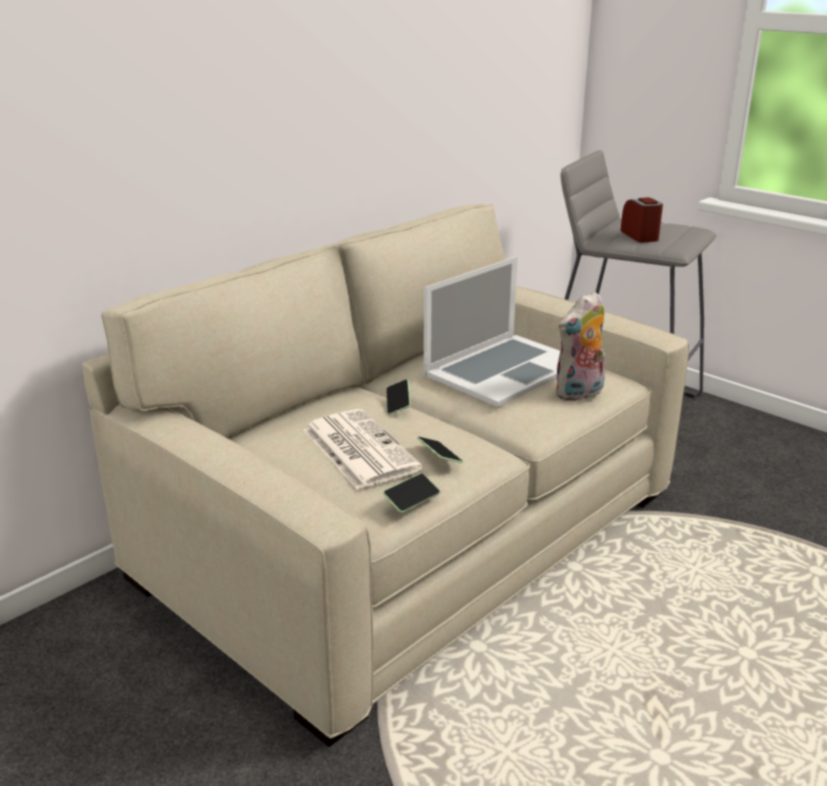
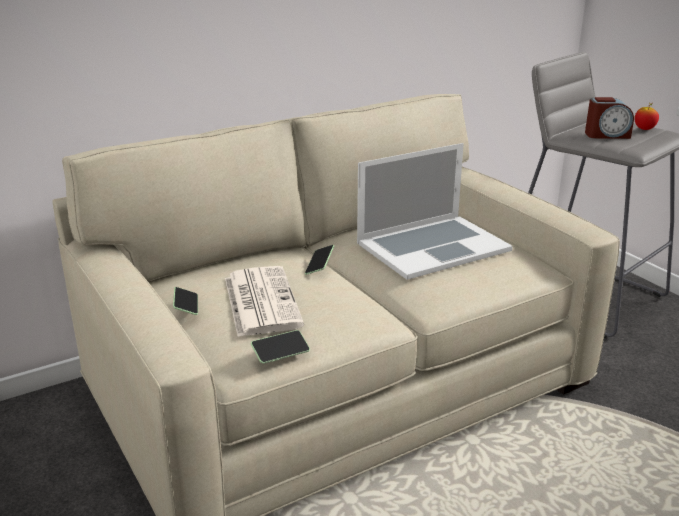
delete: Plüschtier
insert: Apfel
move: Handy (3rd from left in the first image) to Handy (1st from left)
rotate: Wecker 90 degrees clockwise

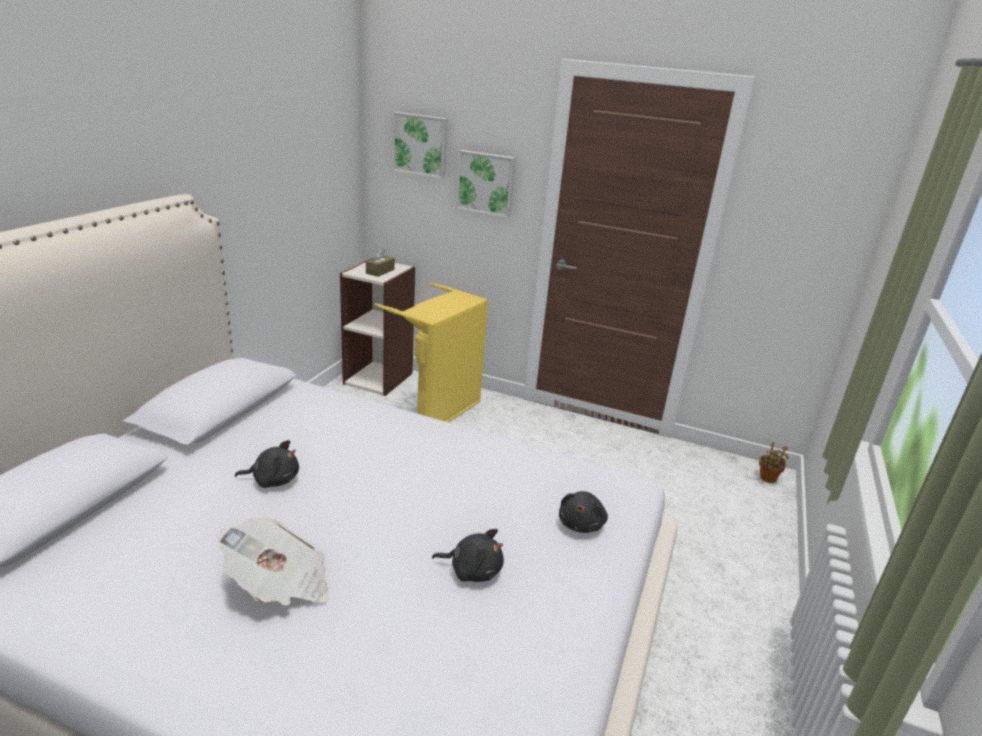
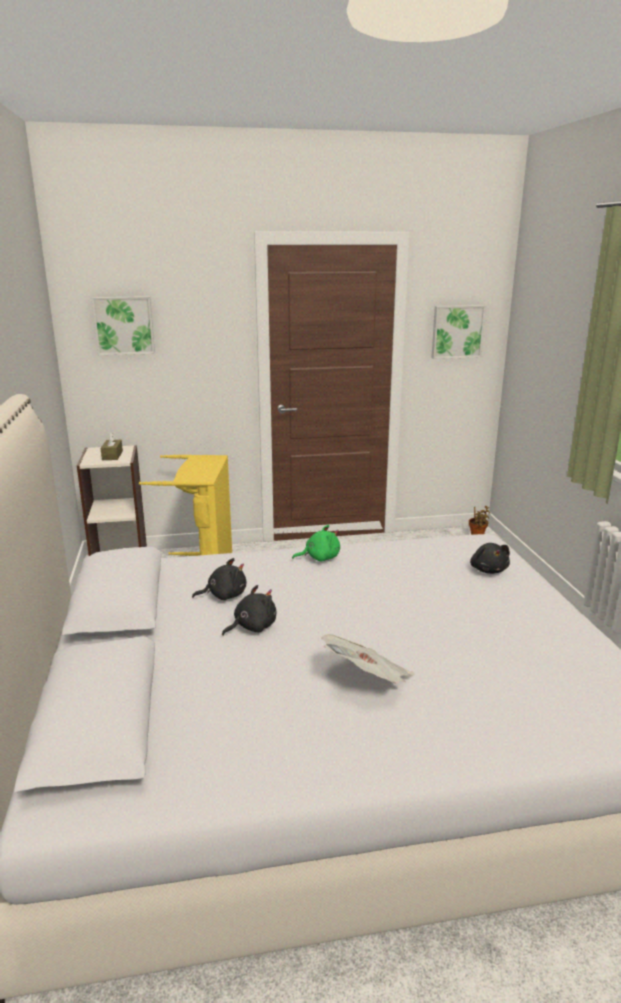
insert: Plüschtier (grün)
move: Plüschtier (schwarz) (2nd from left in the first image) to Plüschtier (schwarz) (1st from left); Bild (2nd from left)

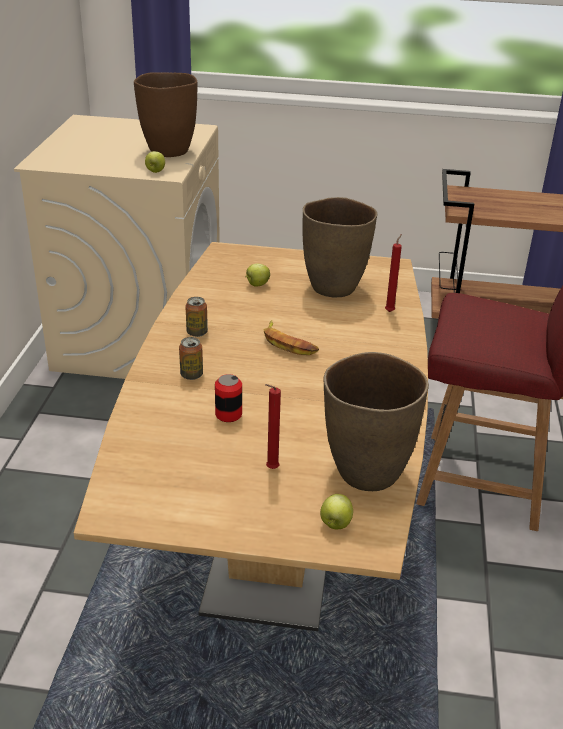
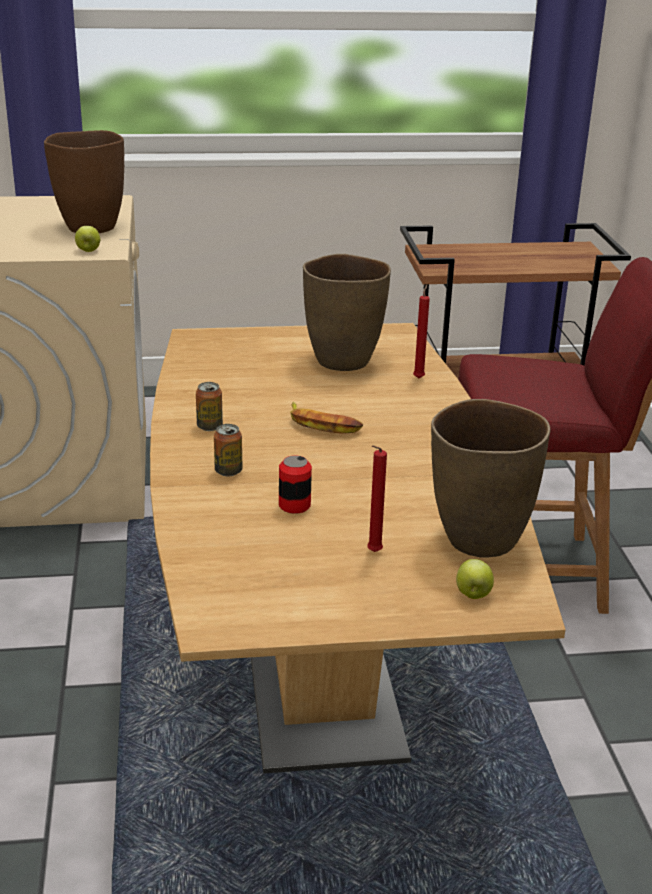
delete: Apfel (2nd from left)

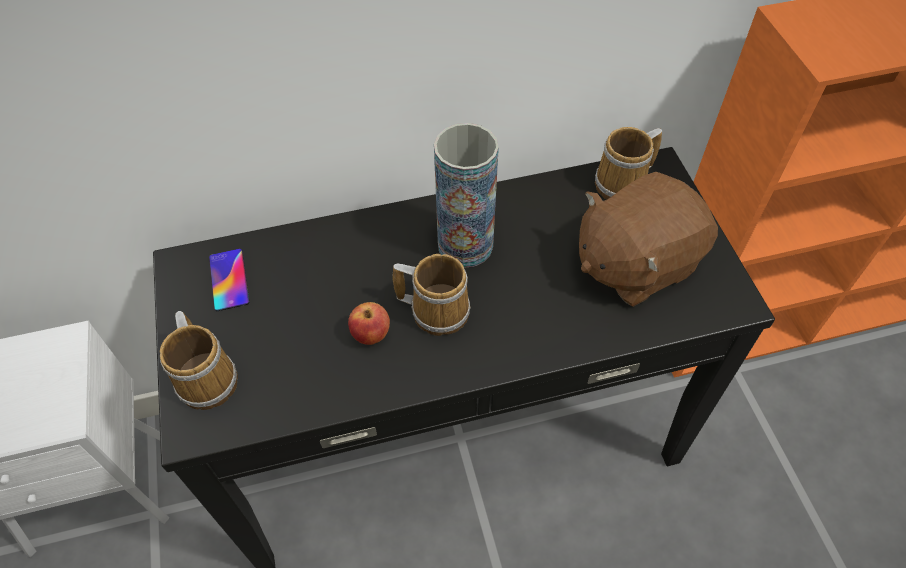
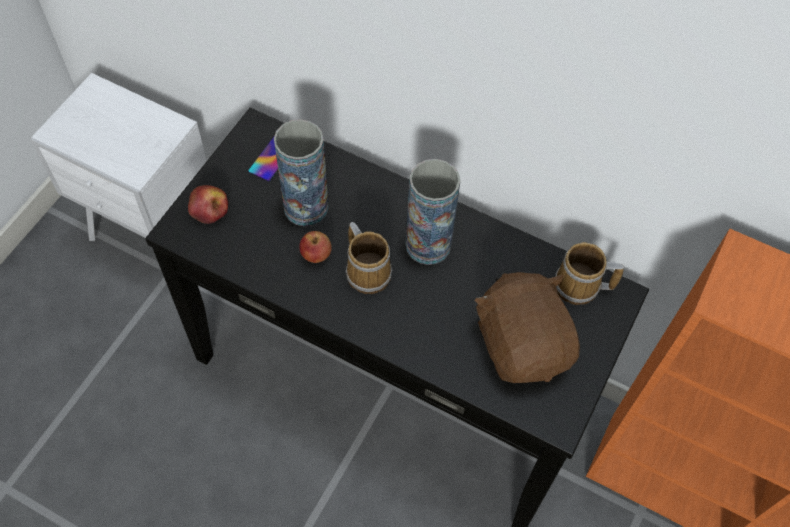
insert: Vase (1st from left)
replace: Henkelbecher (1st from left) to Apfel (1st from left)
rotate: Plüschtier (braun) 60 degrees clockwise

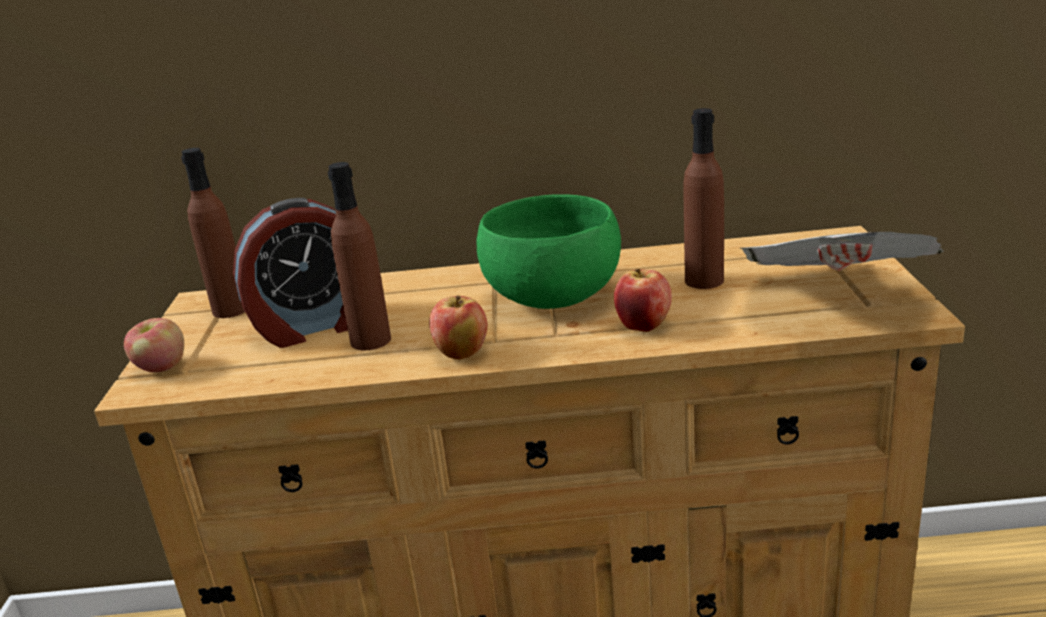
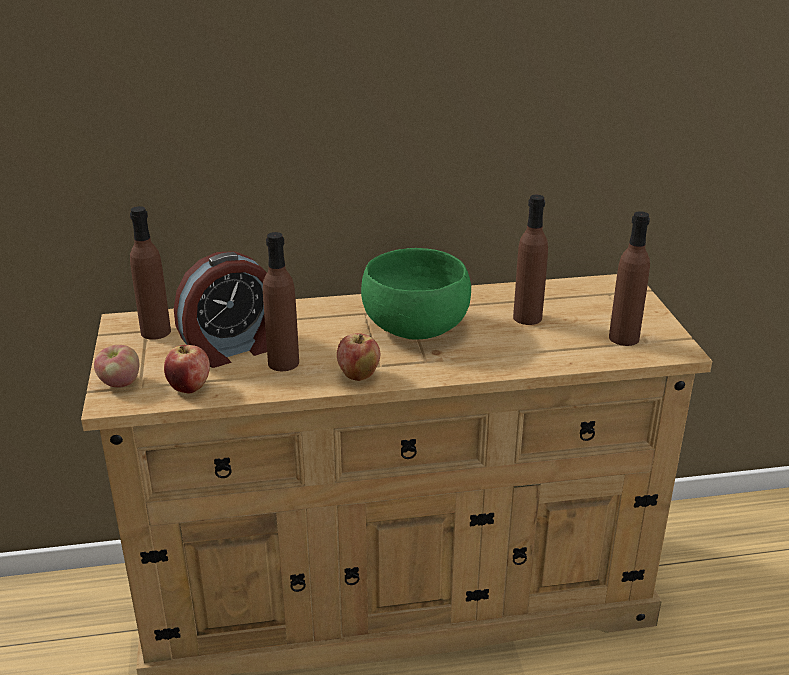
move: Apfel (3rd from left in the first image) to Apfel (2nd from left)
replace: Zeitung to Flasche (braun) (4th from left)

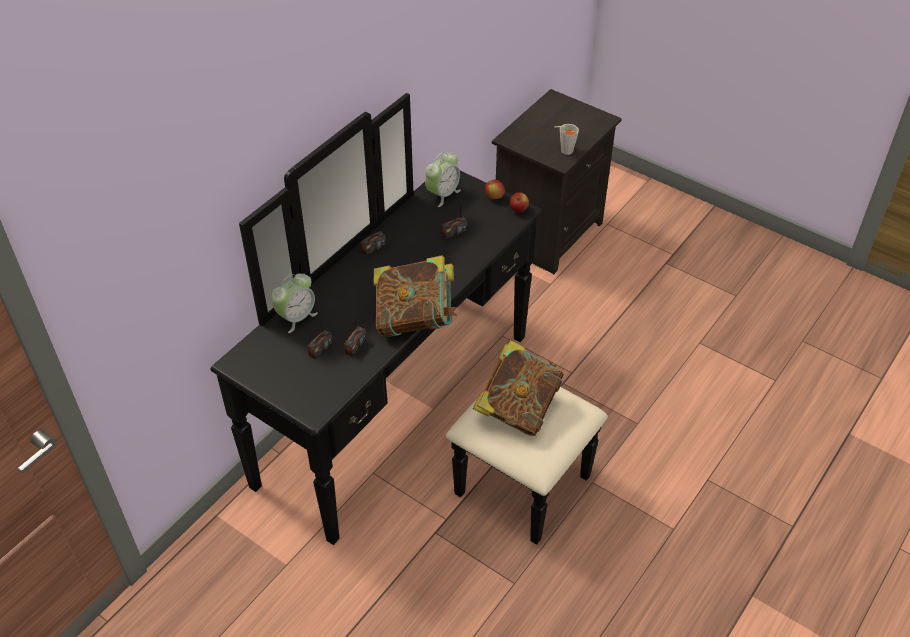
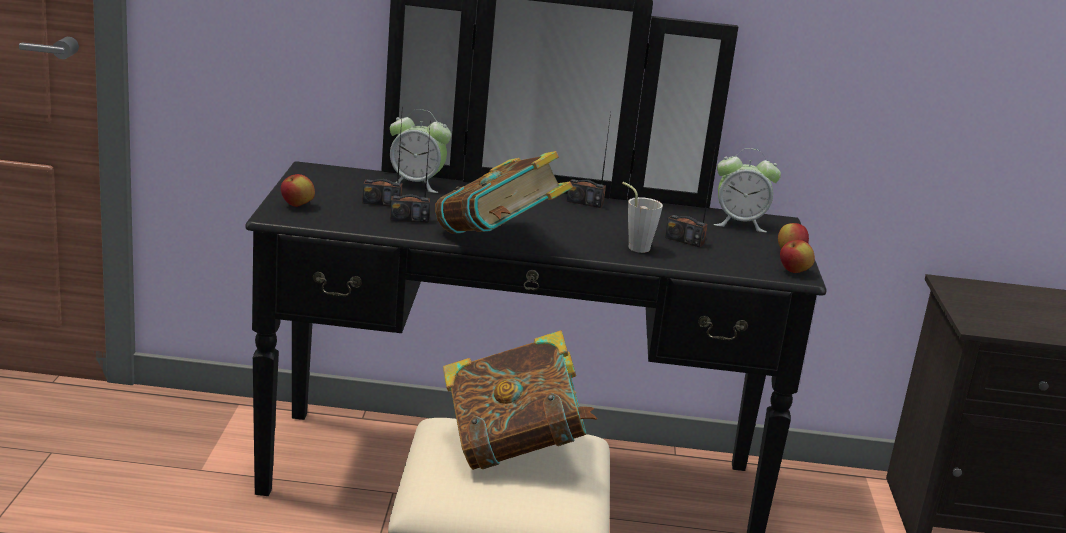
insert: Apfel (1st from left)
move: Tasse (grau)

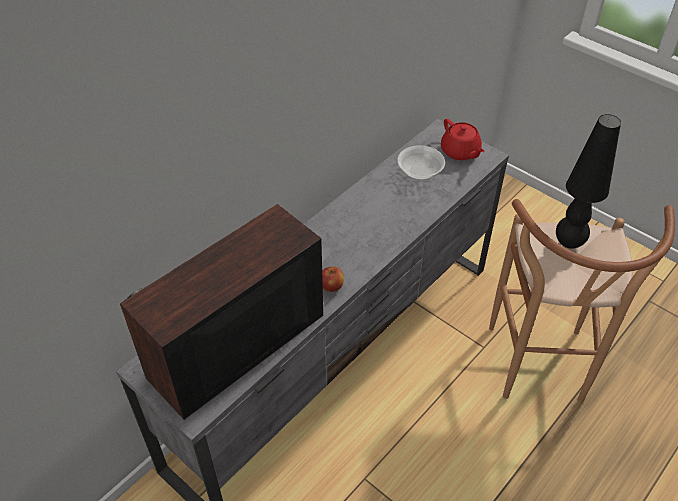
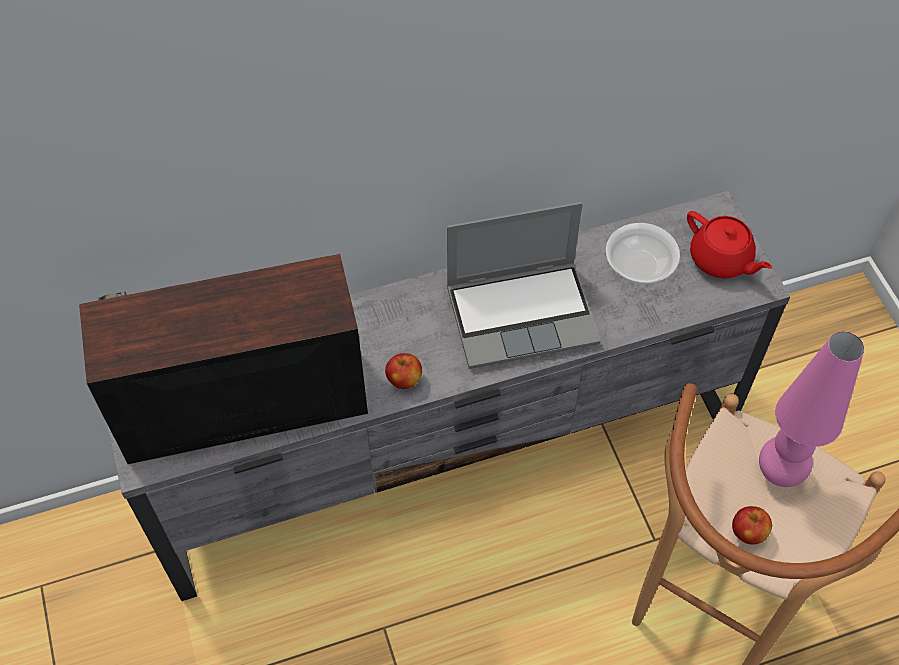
insert: Laptop; Apfel (2nd from left)
recolor: Tischlampe (schwarz) to Tischlampe (rosa)
rotate: Teekanne (rot) 45 degrees counterclockwise

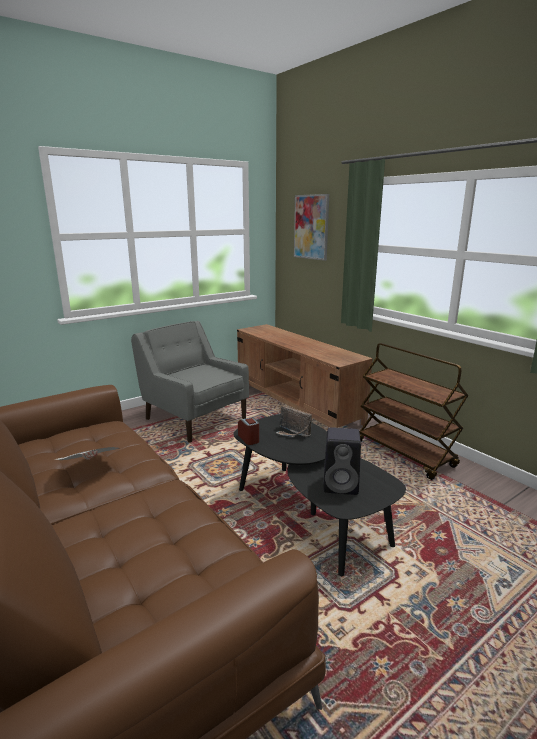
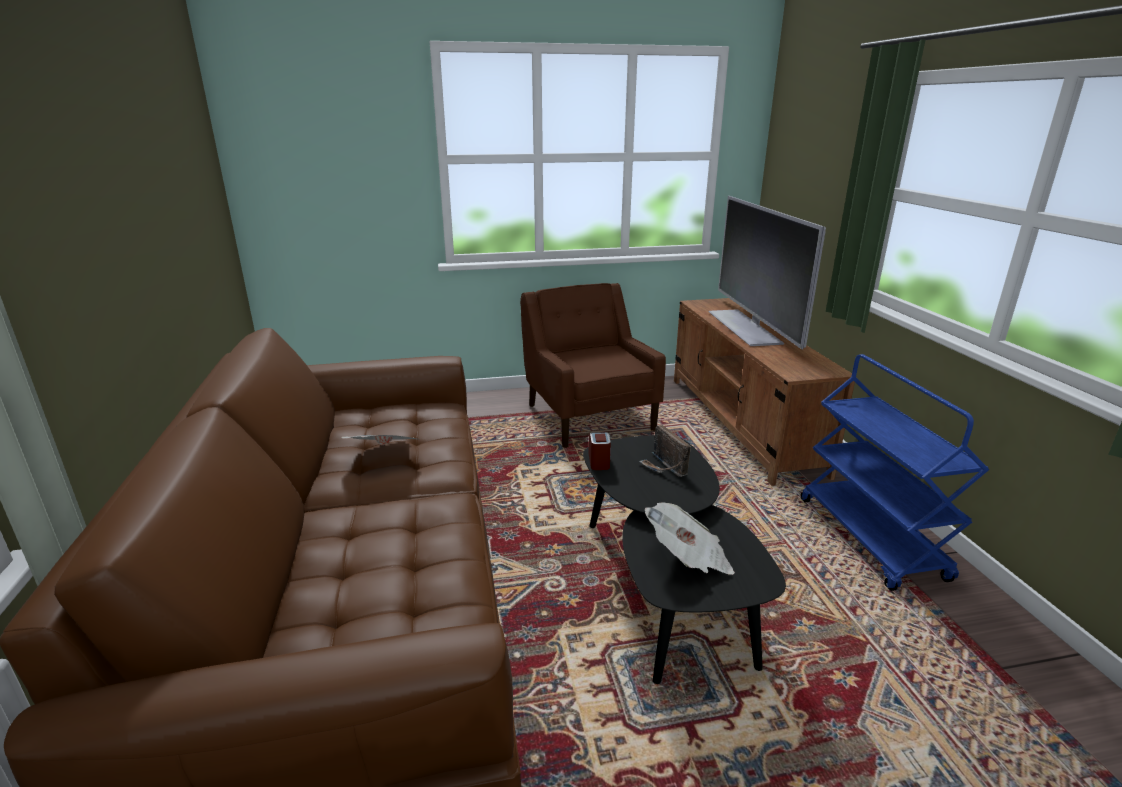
delete: Bild
insert: Fernseher
replace: Lautsprecher (schwarz) to Zeitung (2nd from left)
recolor: Sessel (grau) to Sessel (braun); Rollwagen (braun) to Rollwagen (blau)

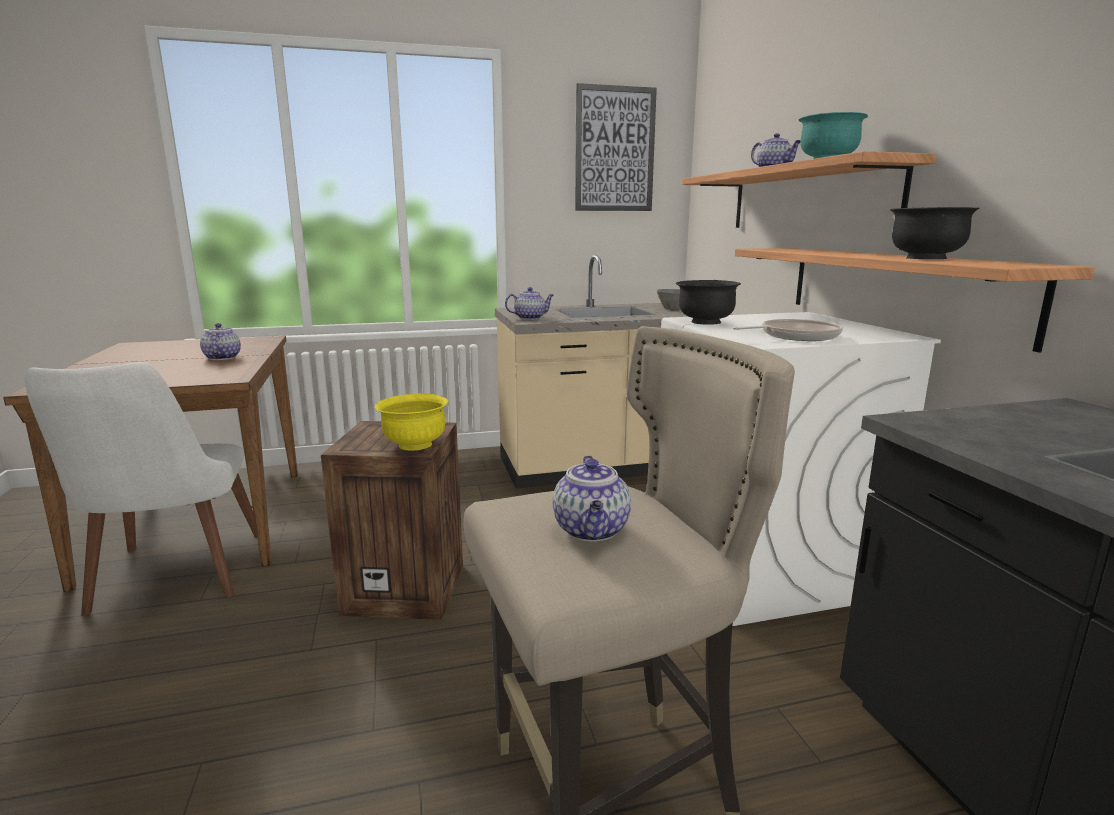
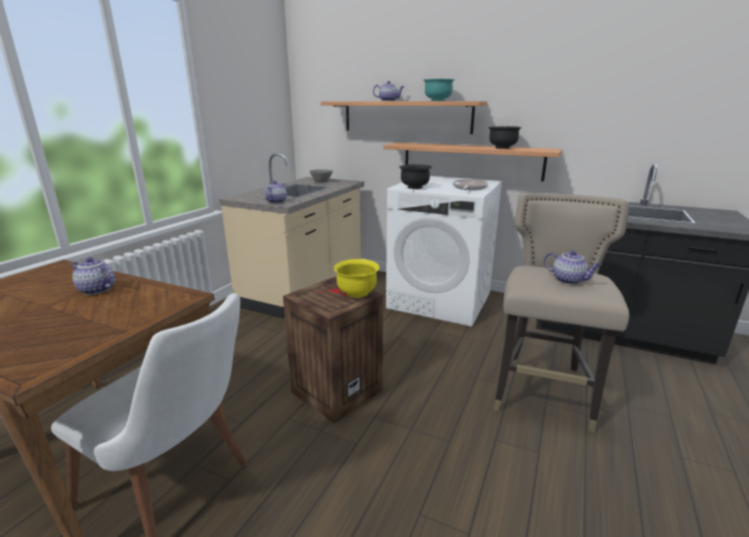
delete: Bild

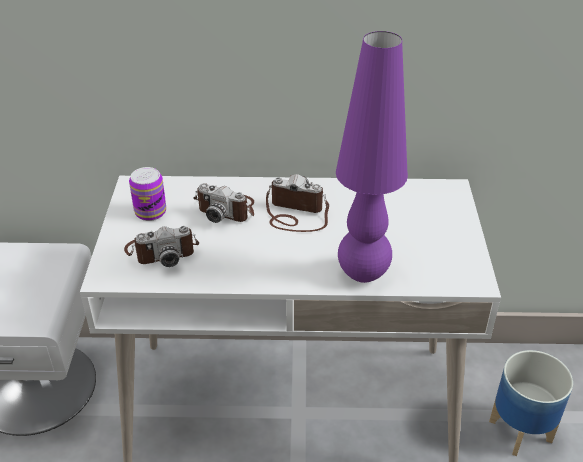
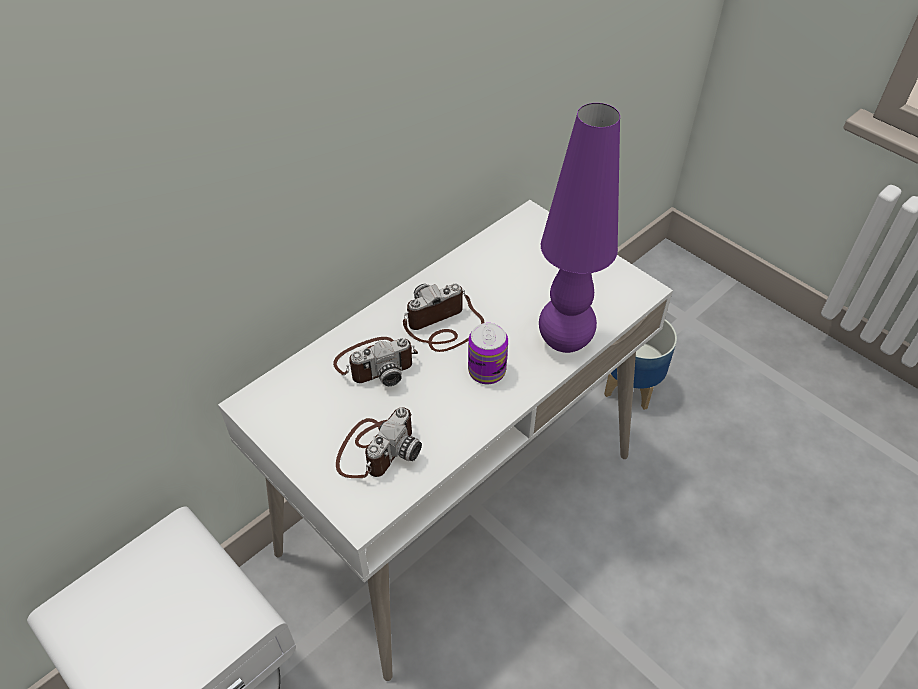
move: Dose

